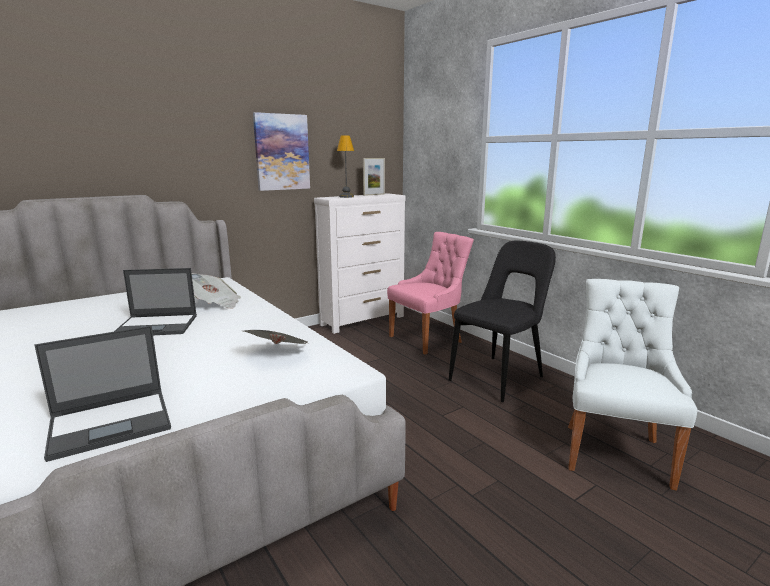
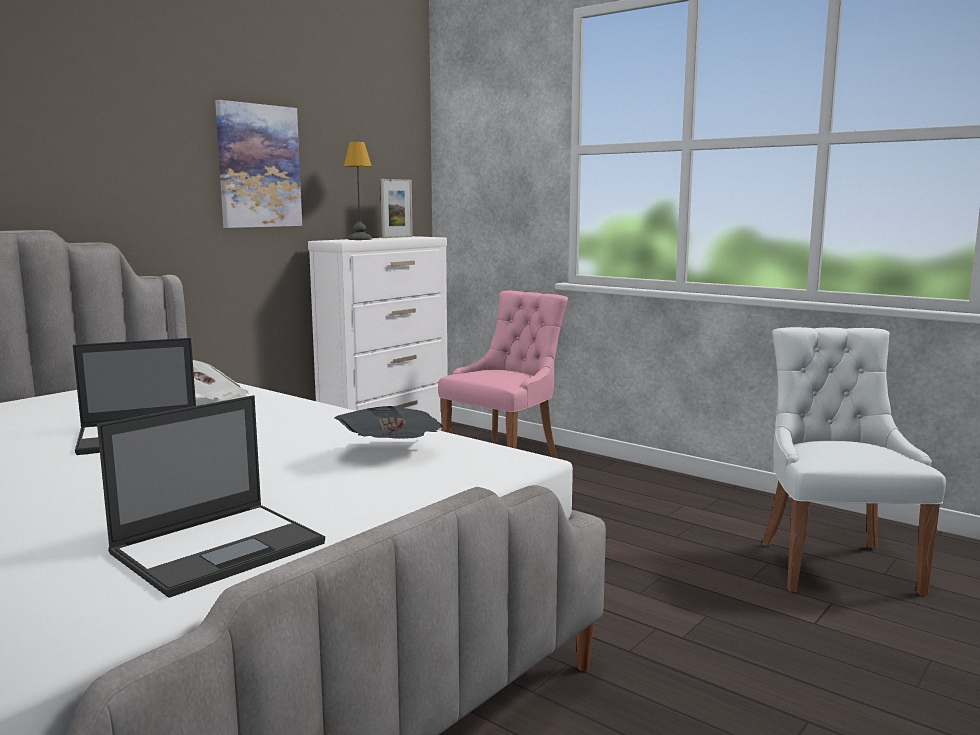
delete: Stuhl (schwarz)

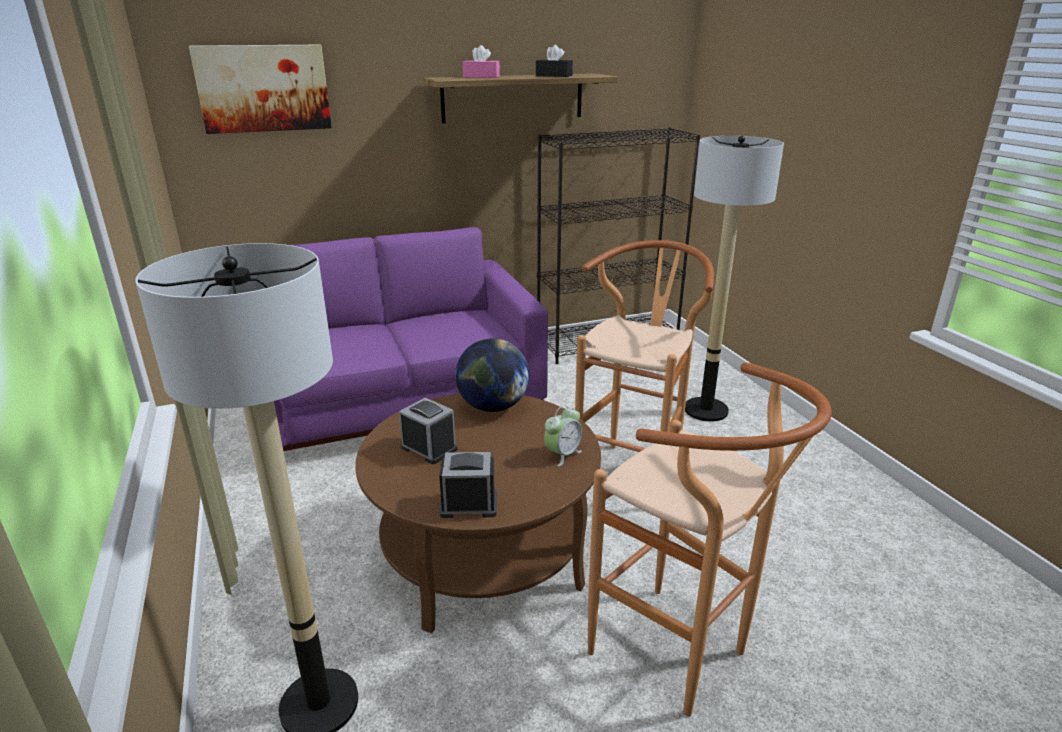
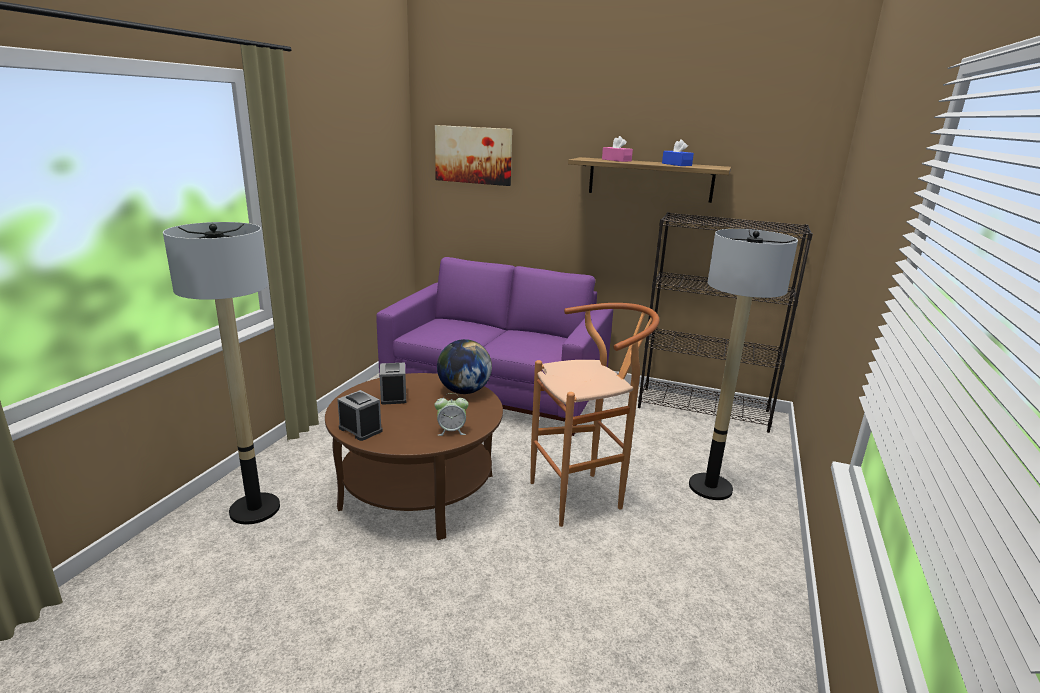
delete: Hocker (braun) (2nd from left)
recolor: Taschentuchbox (schwarz) to Taschentuchbox (blau)

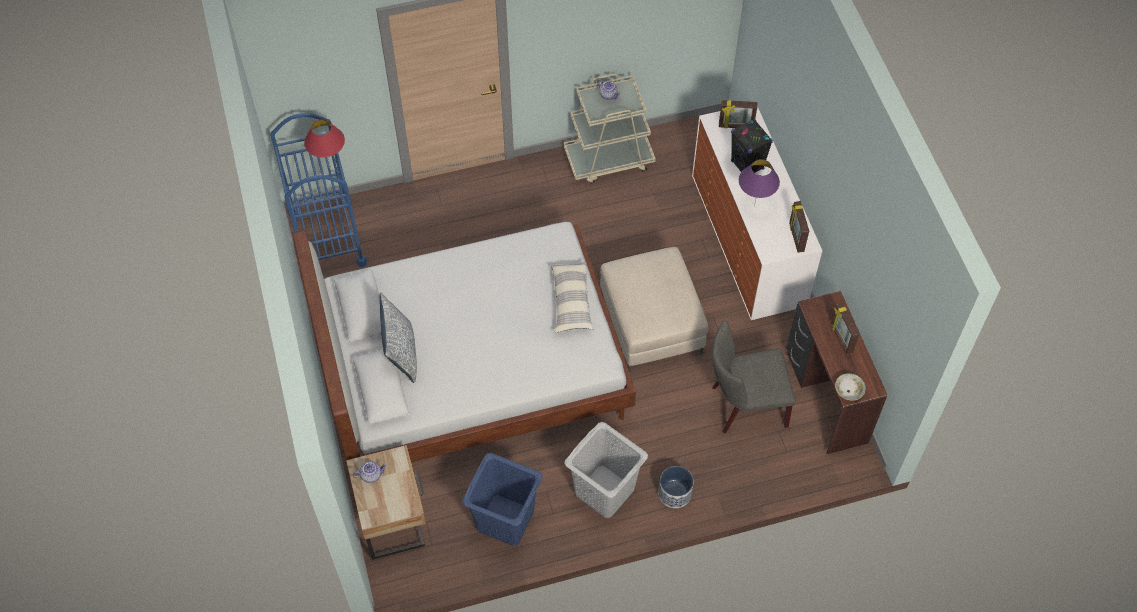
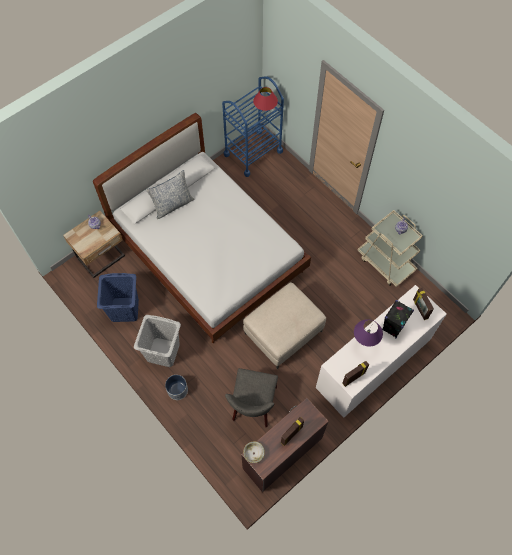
delete: Kissen (2nd from left)
rotate: Stuhl (grau) 135 degrees counterclockwise

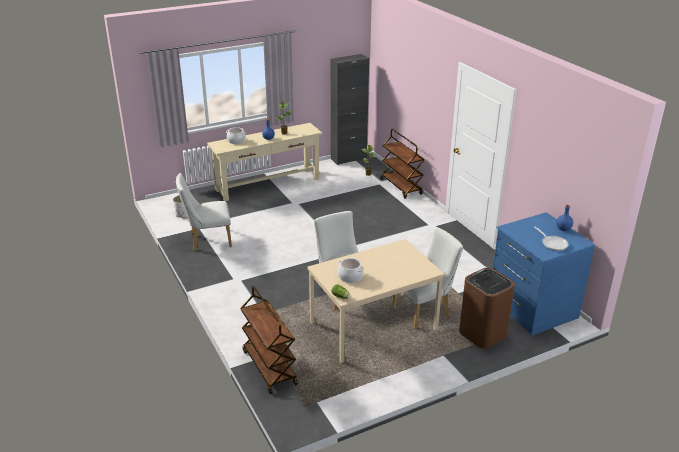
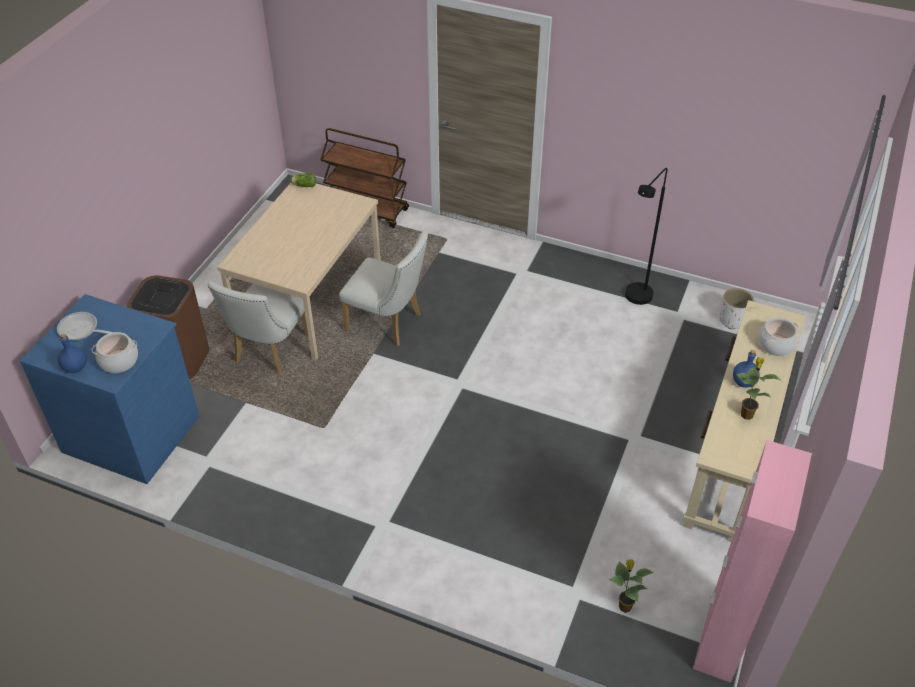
delete: Rollwagen (braun) (2nd from left)
move: Kochtopf (2nd from left in the first image) to Kochtopf (1st from left)
replace: Stuhl (weiß) (1st from left) to Stehlampe (schwarz)
recolor: Schrank (schwarz) to Schrank (rosa)

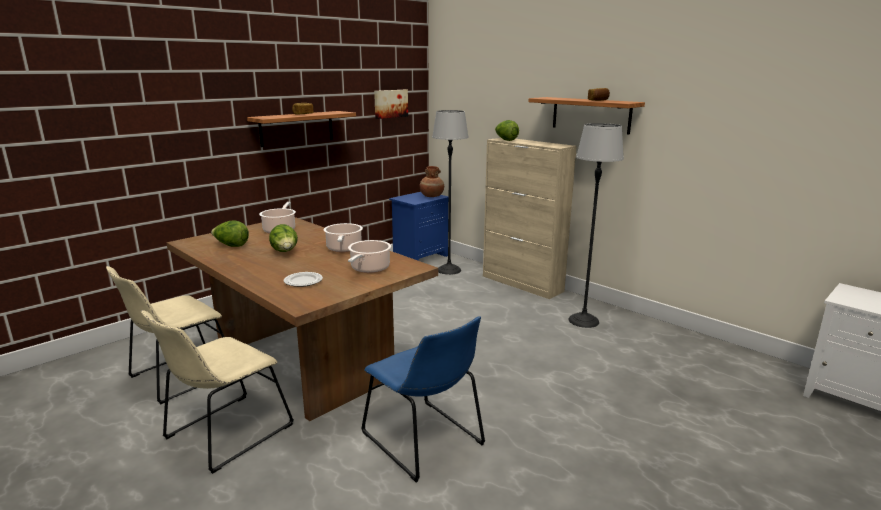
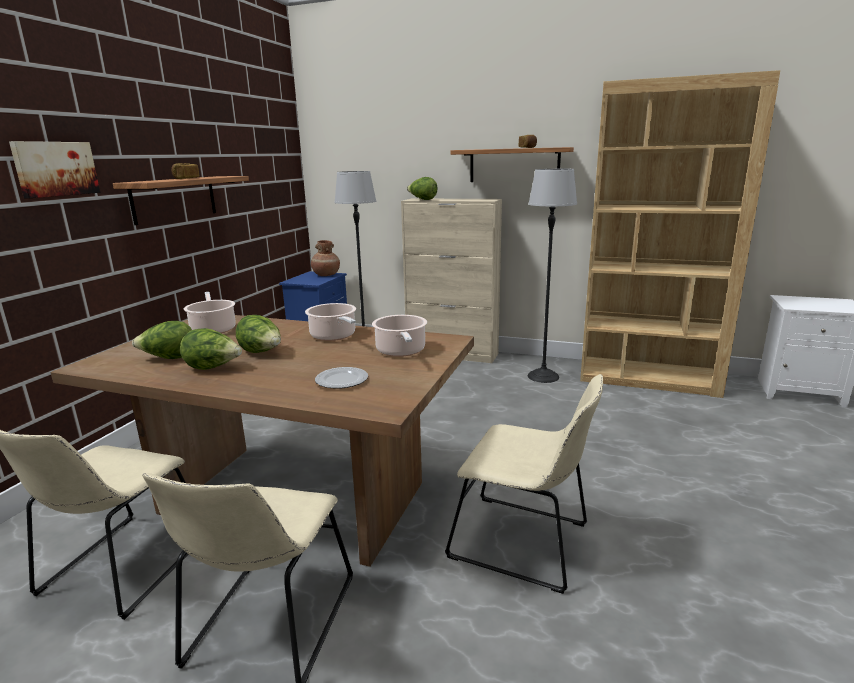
insert: Salatkopf (2nd from left); Bücherregal (braun)
move: Bild
recolor: Stuhl (blau) to Stuhl (beige) (3rd from left)

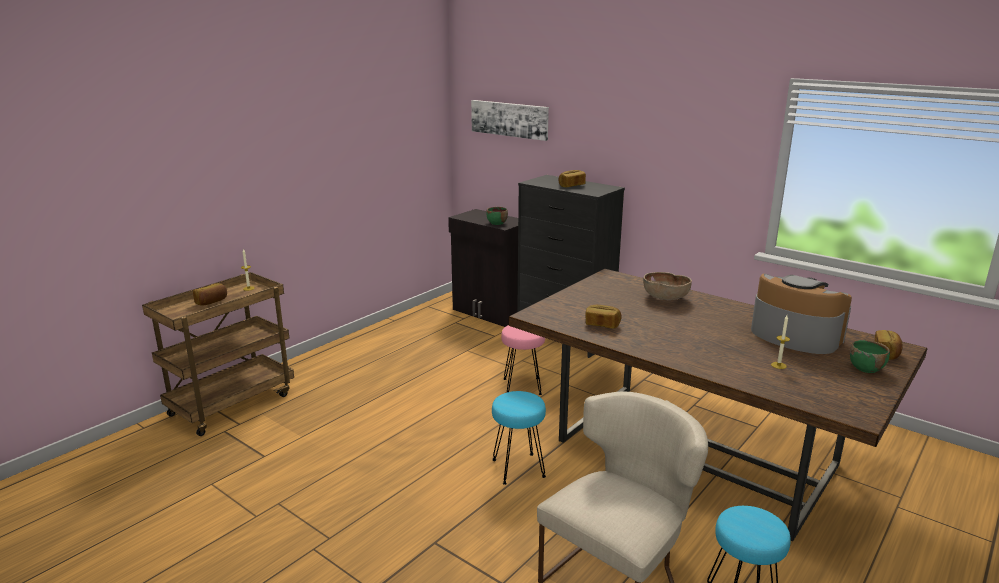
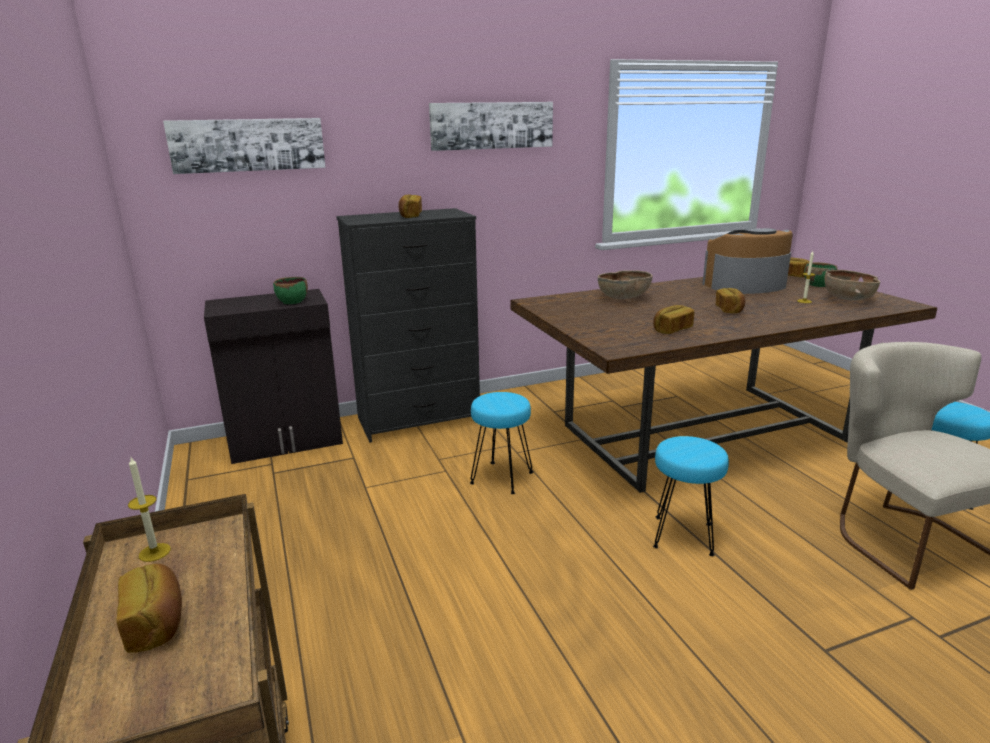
insert: Bild (2nd from left); Brot (4th from left); Schüssel (braun) (2nd from left)
recolor: Hocker (rosa) to Hocker (türkis) (1st from left)

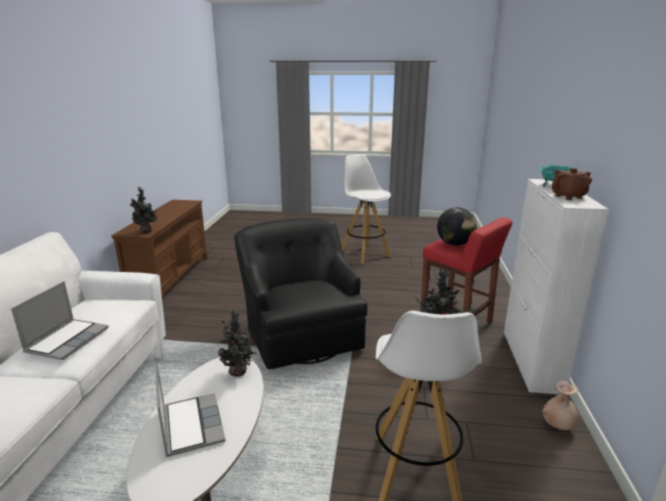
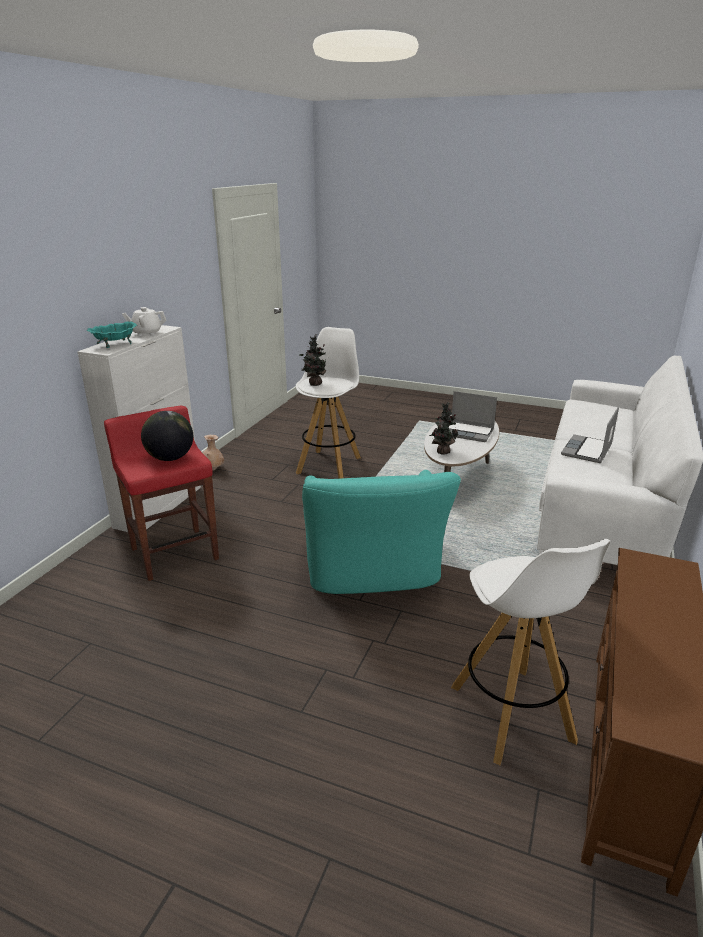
delete: Topfpflanze (1st from left)
move: Hocker (weiß) (1st from left in the first image) to Hocker (weiß) (2nd from left)
recolor: Teekanne (braun) to Teekanne (weiß); Sessel (schwarz) to Sessel (türkis)
rotate: Laptop (2nd from left in the first image) 60 degrees counterclockwise

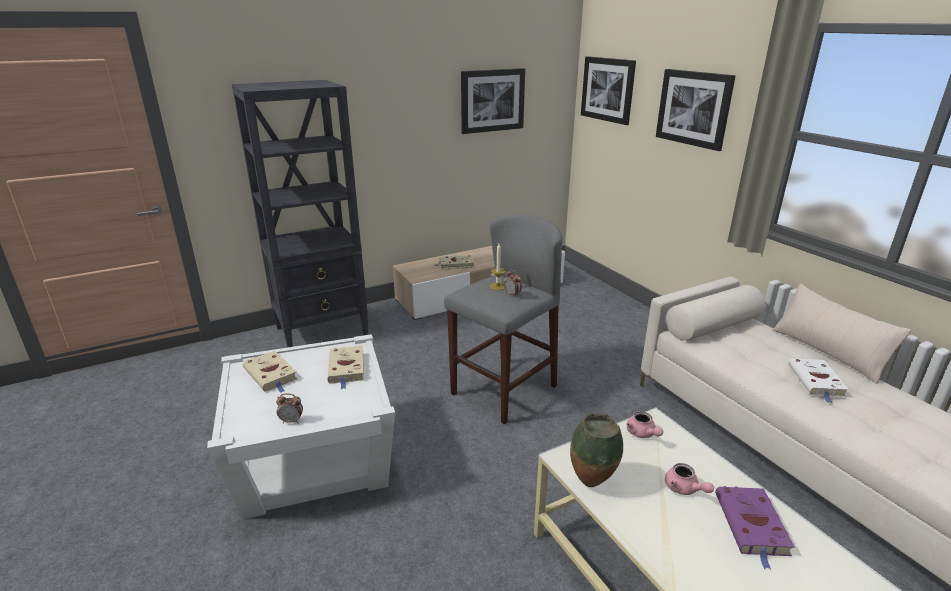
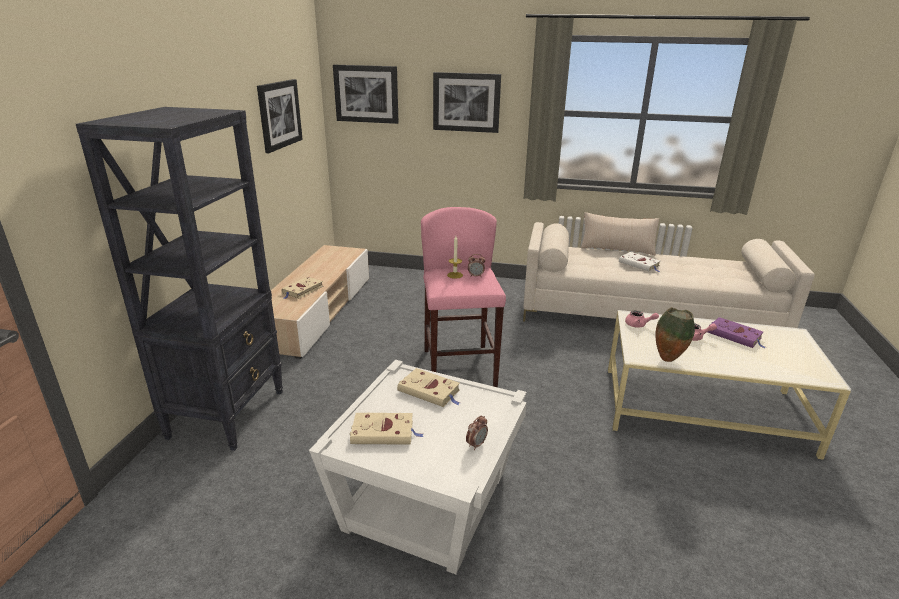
recolor: Hocker (grau) to Hocker (rosa)

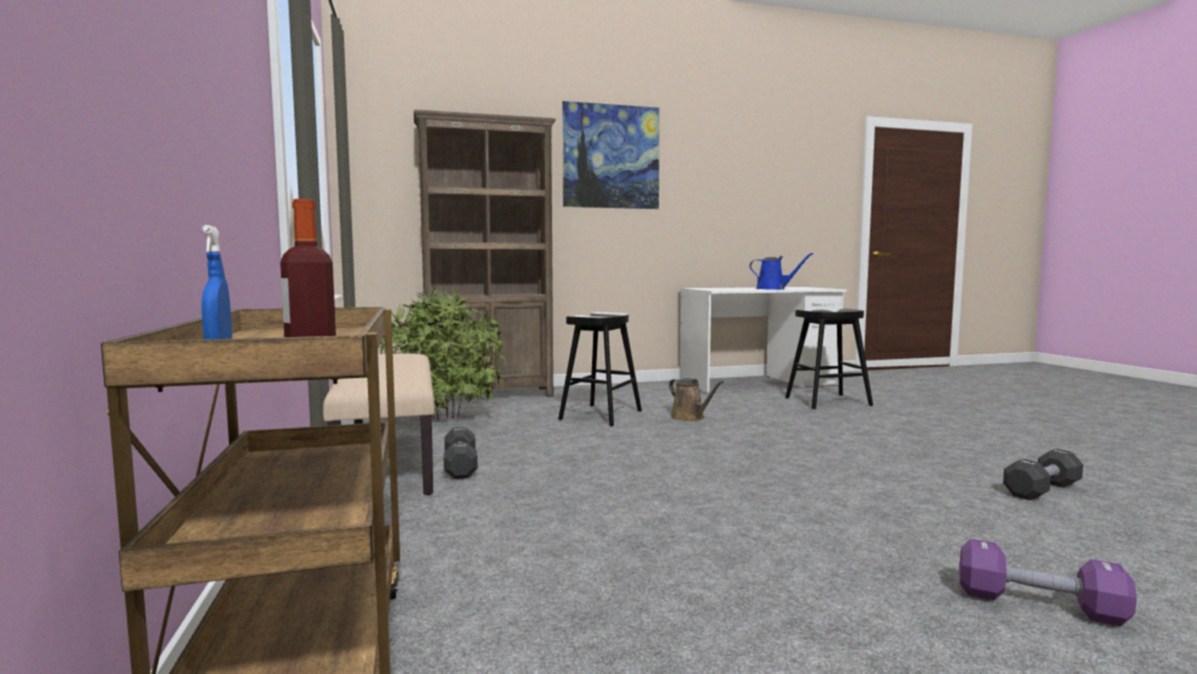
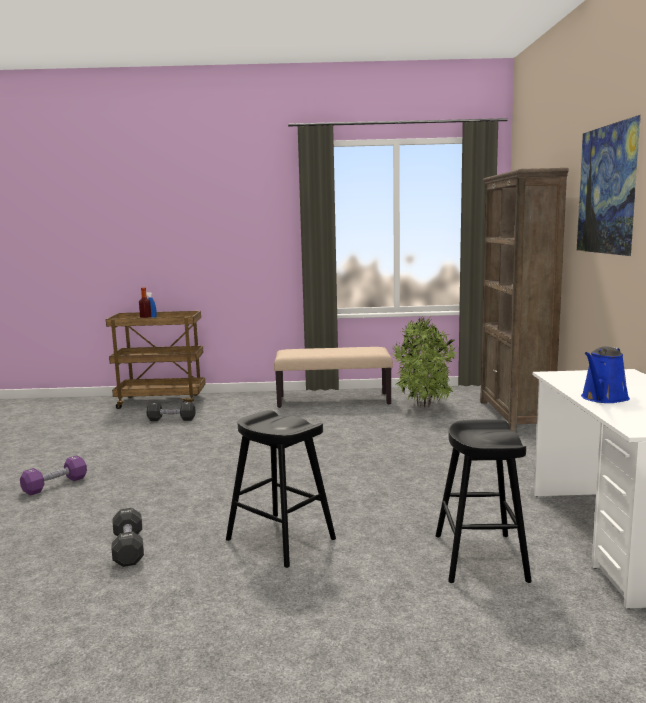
delete: Gießkanne (braun)
move: Hantel (schwarz) (1st from left in the first image) to Hantel (schwarz) (2nd from left); Hocker (schwarz) (1st from left)

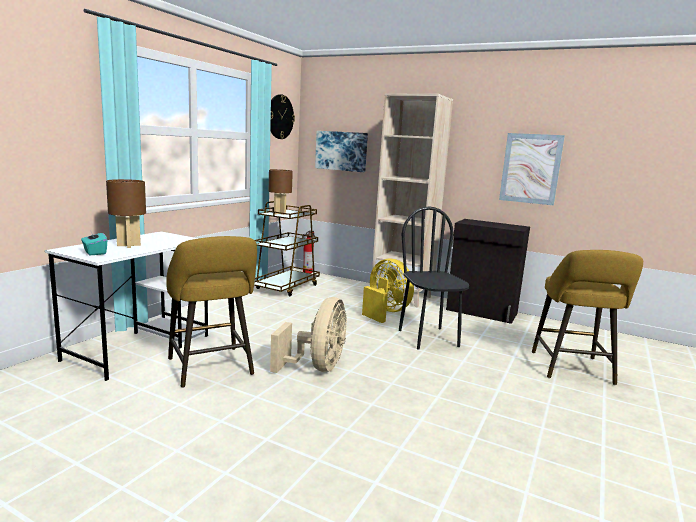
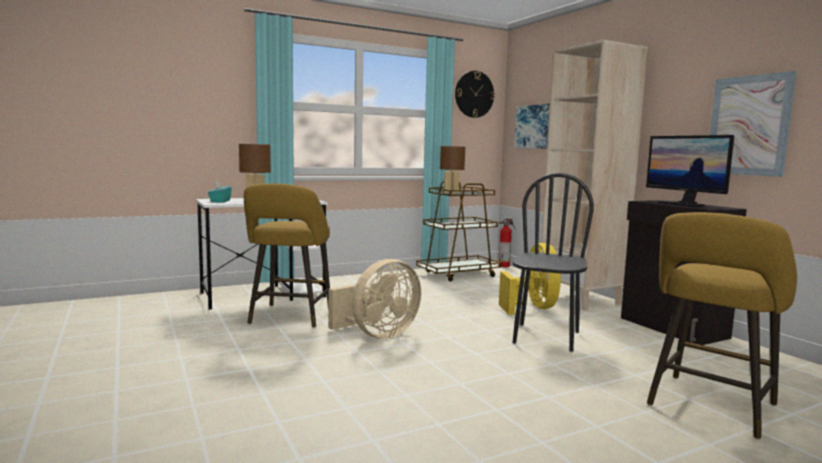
insert: Monitor

